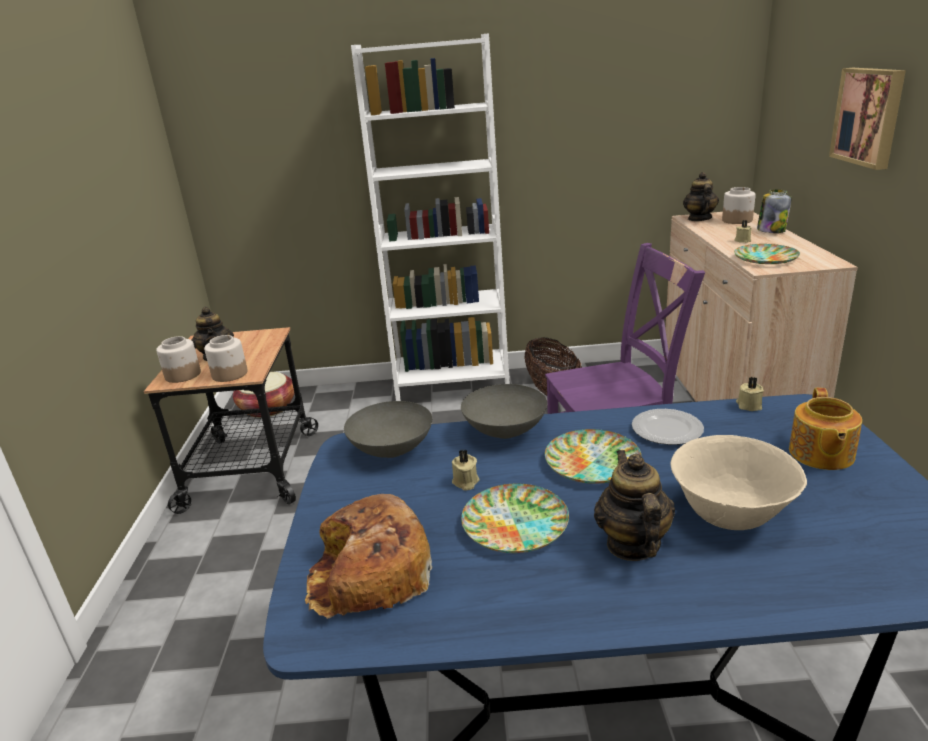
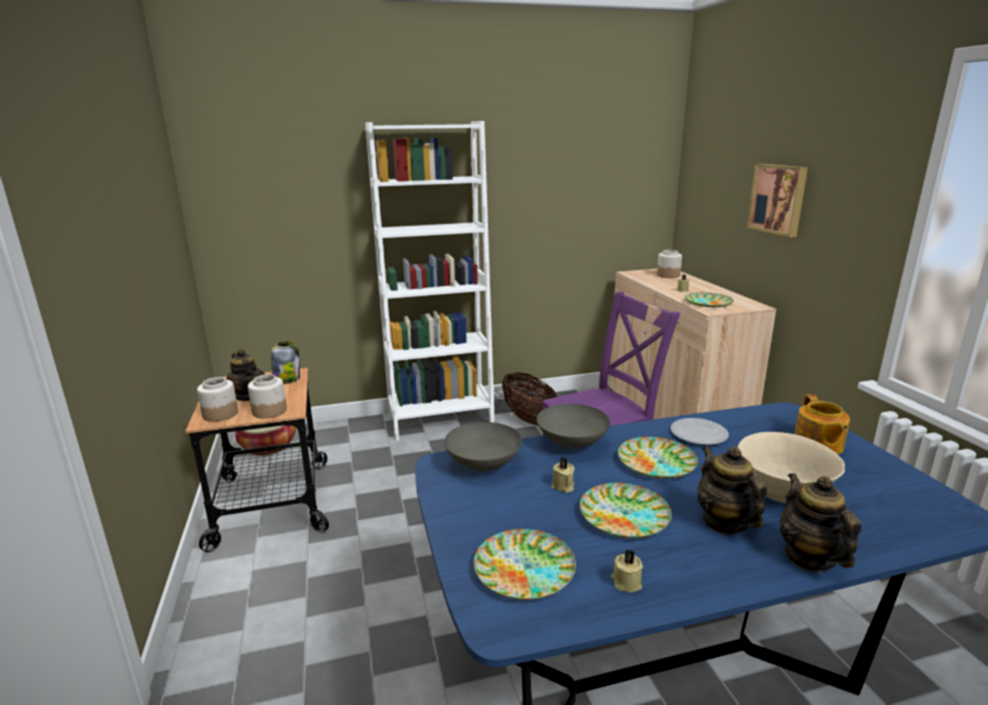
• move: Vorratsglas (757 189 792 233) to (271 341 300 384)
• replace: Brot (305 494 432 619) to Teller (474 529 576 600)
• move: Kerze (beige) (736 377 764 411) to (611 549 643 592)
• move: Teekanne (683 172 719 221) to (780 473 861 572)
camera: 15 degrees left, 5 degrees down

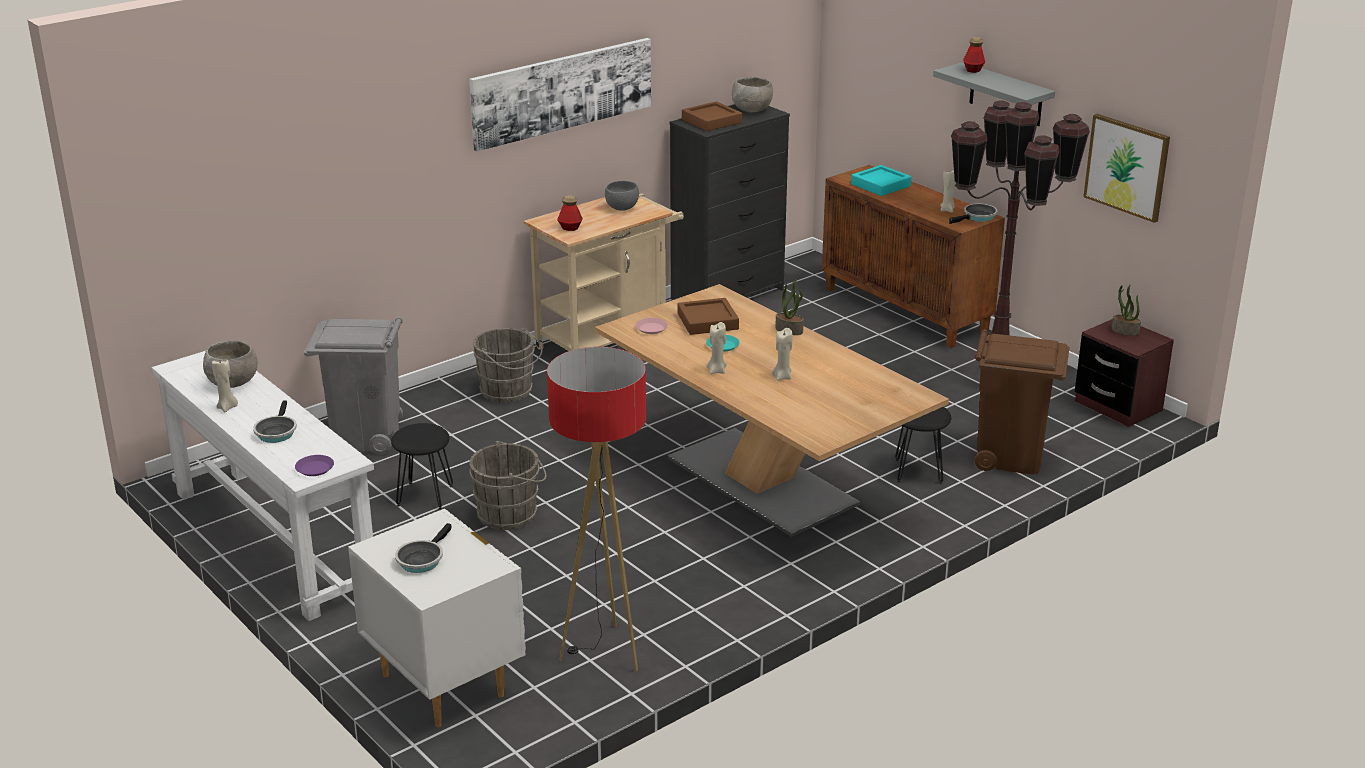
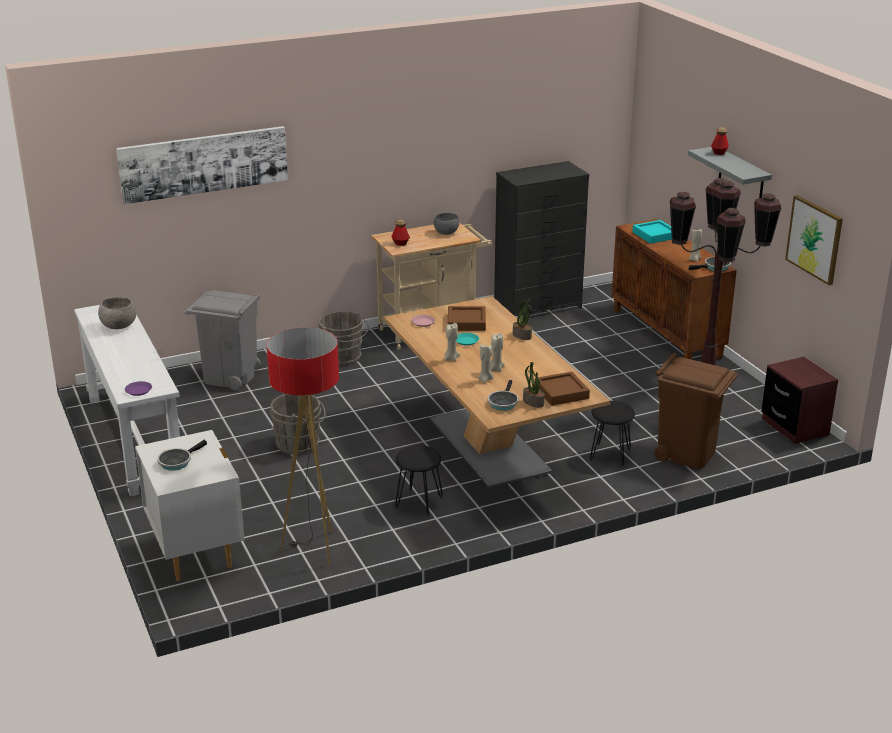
• move: Bild (469 38 651 152) to (116 126 288 204)
• move: Hocker (schwarz) (391 423 453 510) to (395 445 443 516)
• move: Kerze (beige) (212 360 238 412) to (478 344 494 383)
• move: Pfanne (253 400 297 443) to (488 380 519 411)
• move: Topfpflanze (1111 285 1141 336) to (523 362 545 407)
• move: Tablett (braun) (682 101 742 131) to (535 371 590 406)
• delete: Schüssel (grau) (732 77 773 112)
camera: 15 degrees right, 0 degrees up

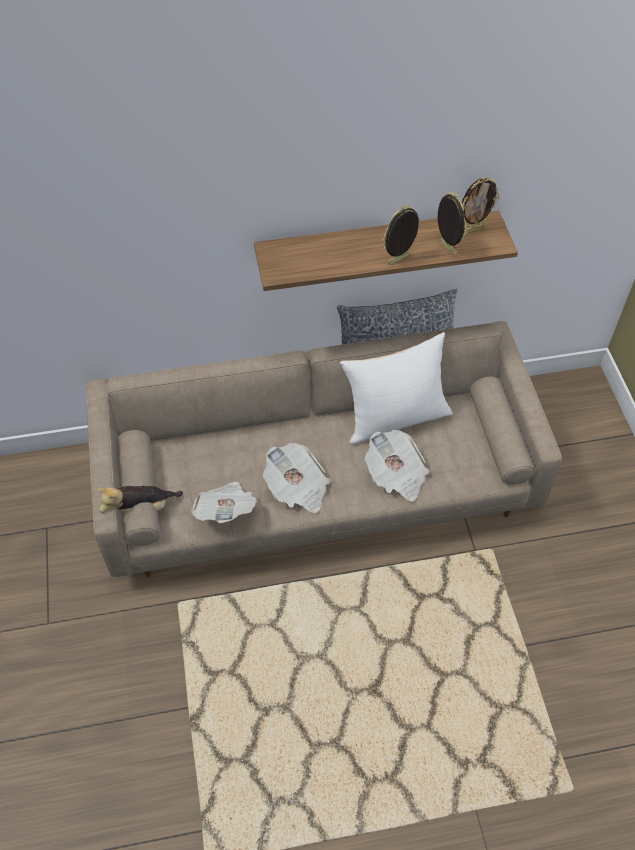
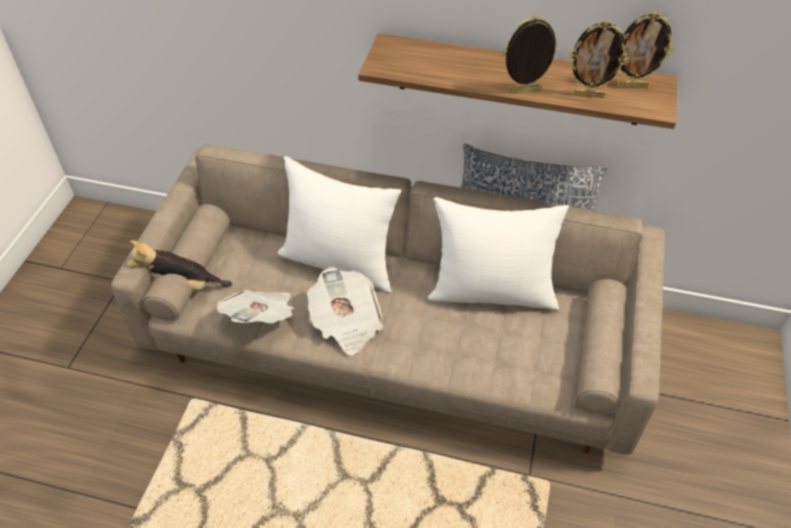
• insert: Kissen (weiß) (277 156 401 293)
• rotate: Bilderrahmen (438 192 468 255) = (569 21 628 98) 105 degrees clockwise
• delete: Zeitung (365 430 429 501)
camera: 25 degrees right, 5 degrees down

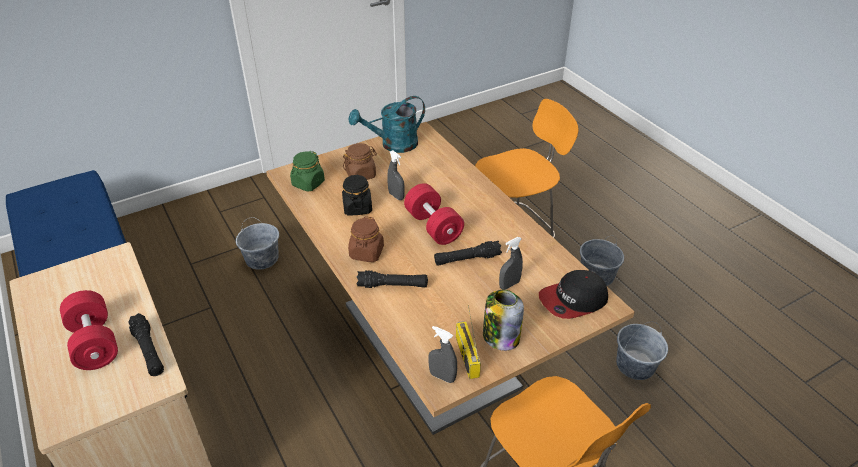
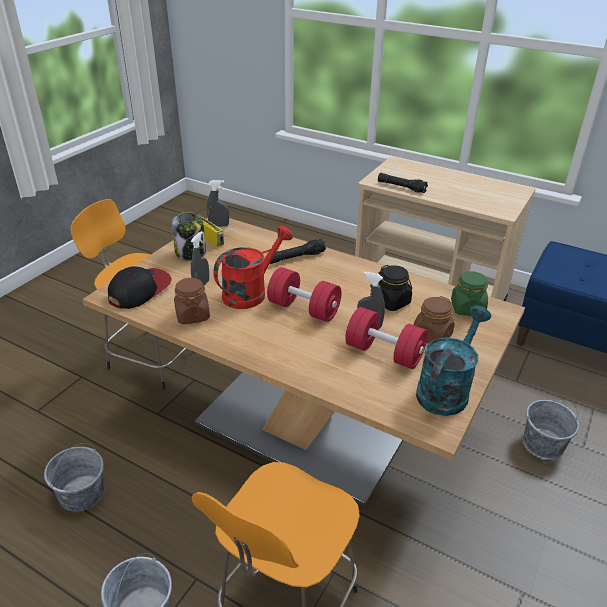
• move: Vorratsglas (braun) (348 216 384 262) to (174 277 210 324)
• replace: Taschenlampe (schwarz) (434 241 502 266) to Gießkanne (rot) (213 226 293 309)
• move: Hantel (rot) (60 290 118 370) to (345 307 428 369)
camera: 150 degrees right, 5 degrees down

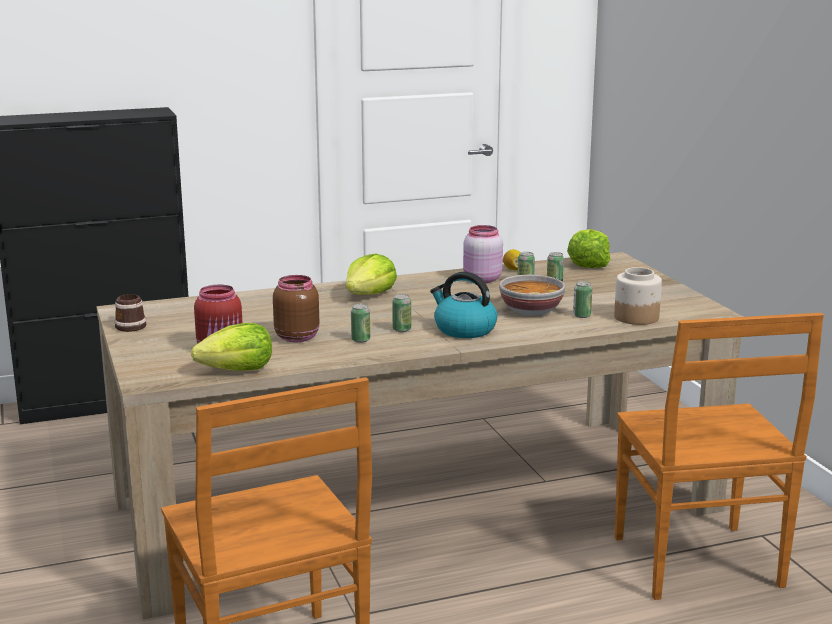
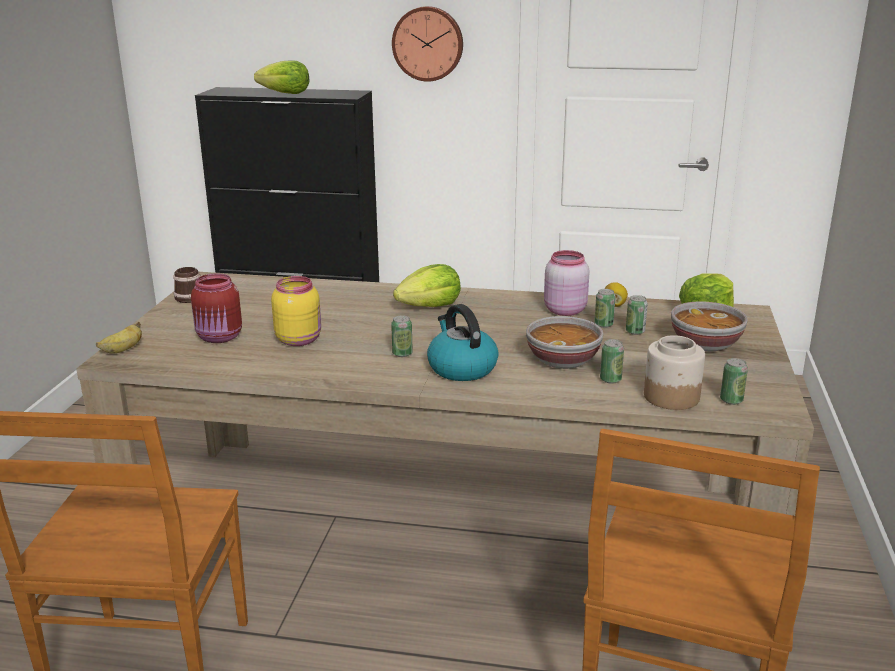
• insert: Banane (96 322 142 354)
• move: Salatkopf (191 323 272 371) to (254 60 310 94)
• recolor: Vorratsglas (braun) (273 275 319 342) to Vorratsglas (gelb) (271 276 321 346)
• insert: Wanduhr (392 6 463 82)
• insert: Schüssel (671 301 748 351)
• move: Dose (351 304 370 343) to (720 358 748 405)
camera: 30 degrees right, 5 degrees up

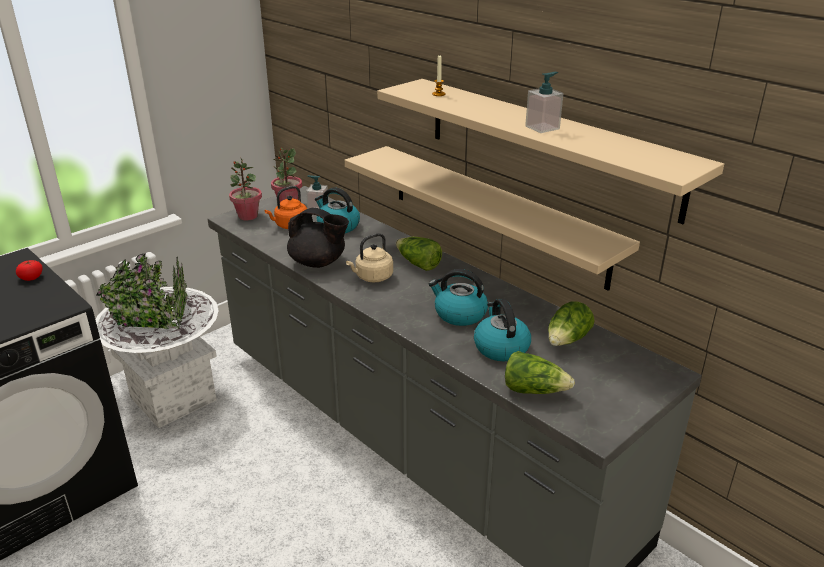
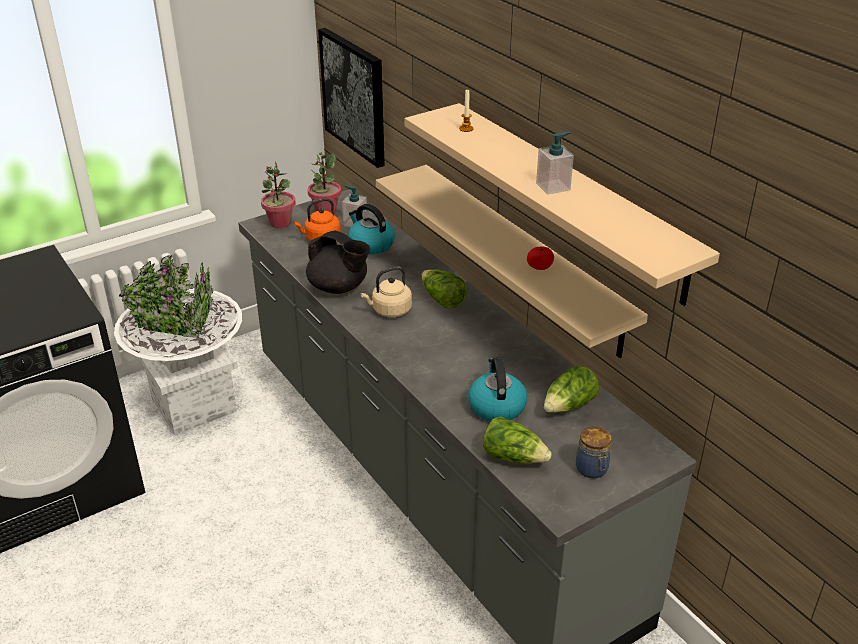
• insert: Bild (318 28 385 168)
• move: Tomate (16 260 43 281) to (527 246 554 270)
• insert: Vorratsglas (576 426 611 478)
• delete: Wasserkessel (429 269 488 326)
camera: 10 degrees right, 5 degrees up

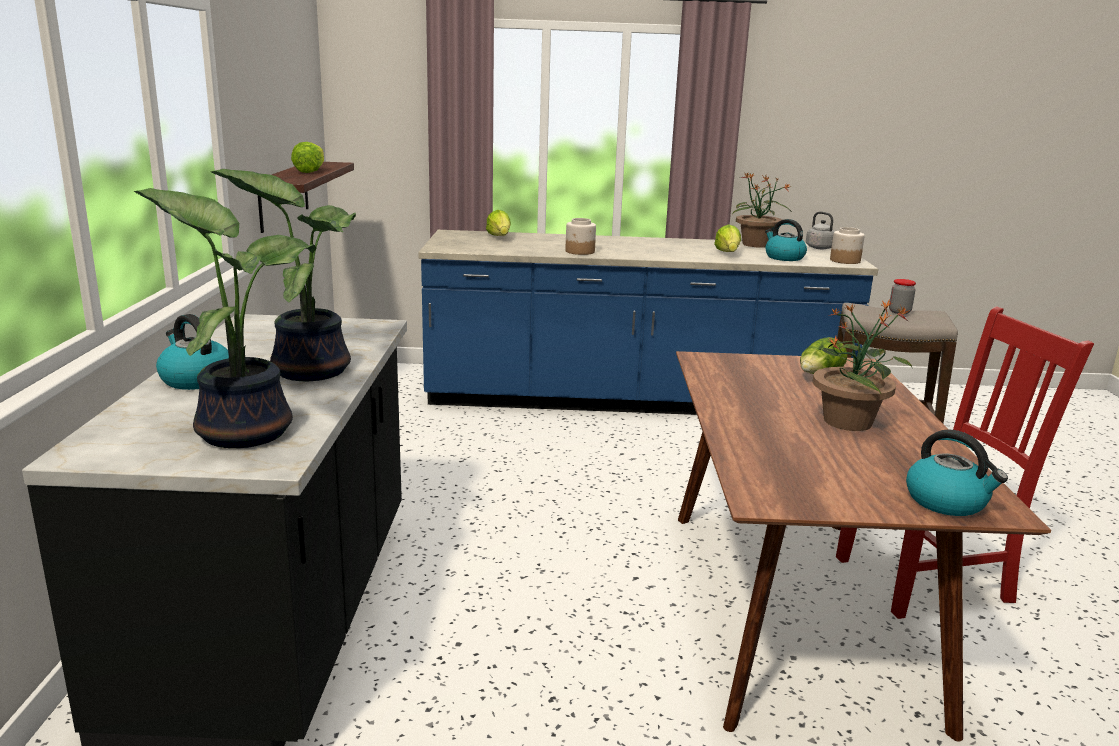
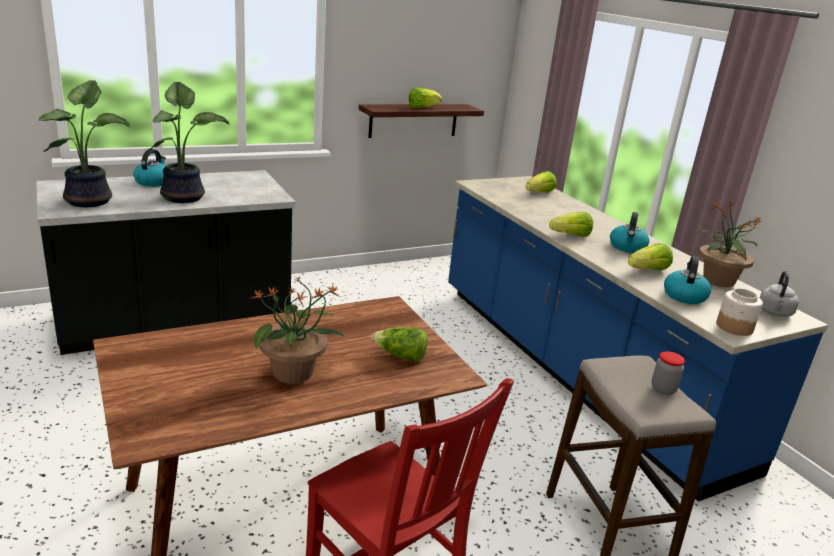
• insert: Salatkopf (549 212 593 237)
• move: Wasserkessel (906 429 1008 516) to (610 212 649 253)
• delete: Vorratsglas (565 218 596 255)
camera: 60 degrees right, 5 degrees up

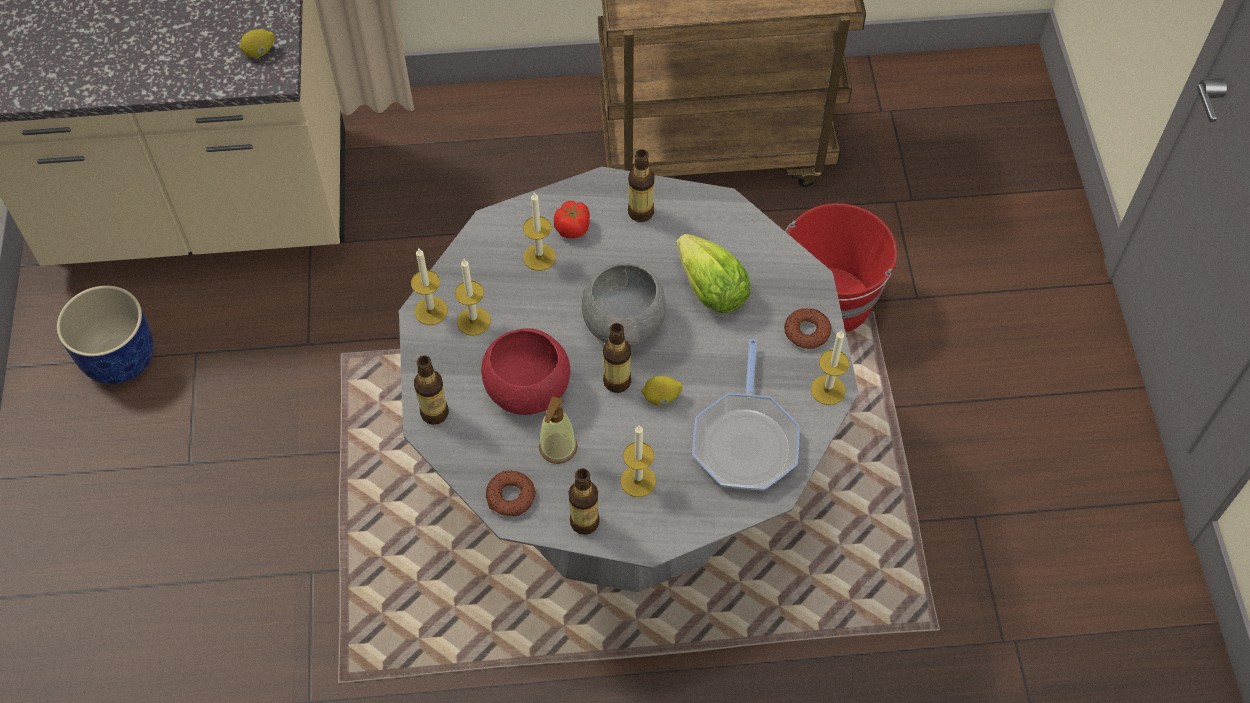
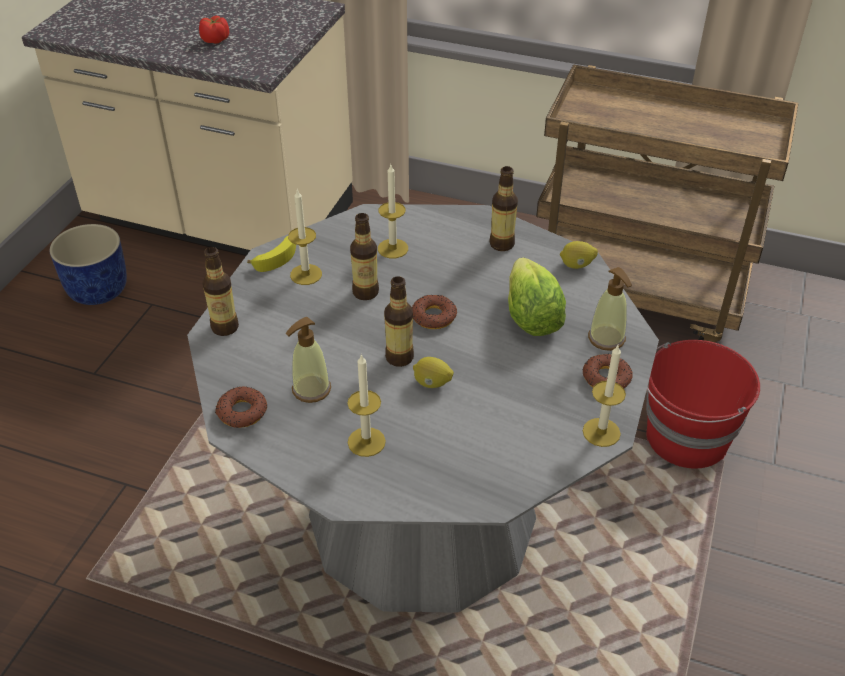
• move: Tomate (554 201 590 239) to (199 16 229 44)
• replace: Kerze (411 249 448 325) to Banane (247 236 296 272)
• move: Flasche (568 468 600 535) to (350 213 379 300)
• replace: Schüssel (grau) (582 263 666 346) to Donut (412 295 457 329)
• move: Zitrone (239 29 275 58) to (560 241 598 269)
• insert: Seifenspender (588 267 632 351)
• delete: Schüssel (rot) (481 328 570 415)
• delete: Pfanne (692 338 800 490)
camera: 25 degrees right, 15 degrees down

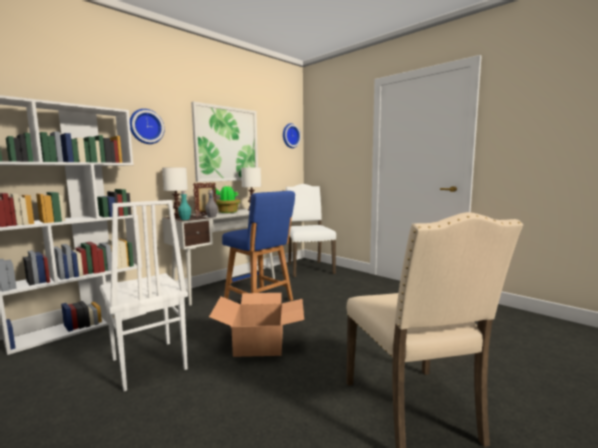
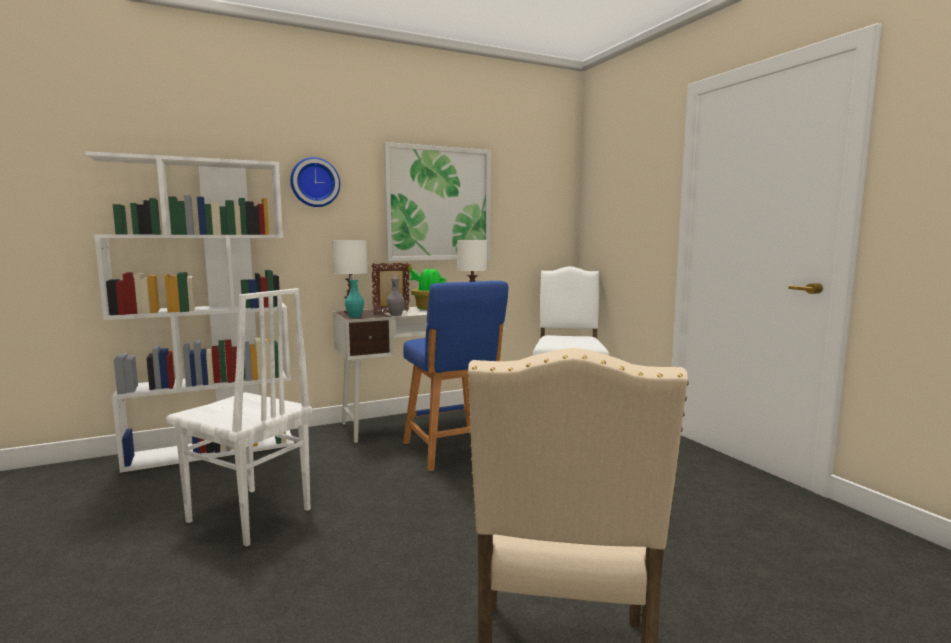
• rotate: Stuhl (weiß) (100 200 188 392) = (166 288 312 546) 45 degrees counterclockwise
• delete: Karton (209 293 304 357)
• delete: Wanduhr (283 123 301 148)
camera: 20 degrees right, 0 degrees up

